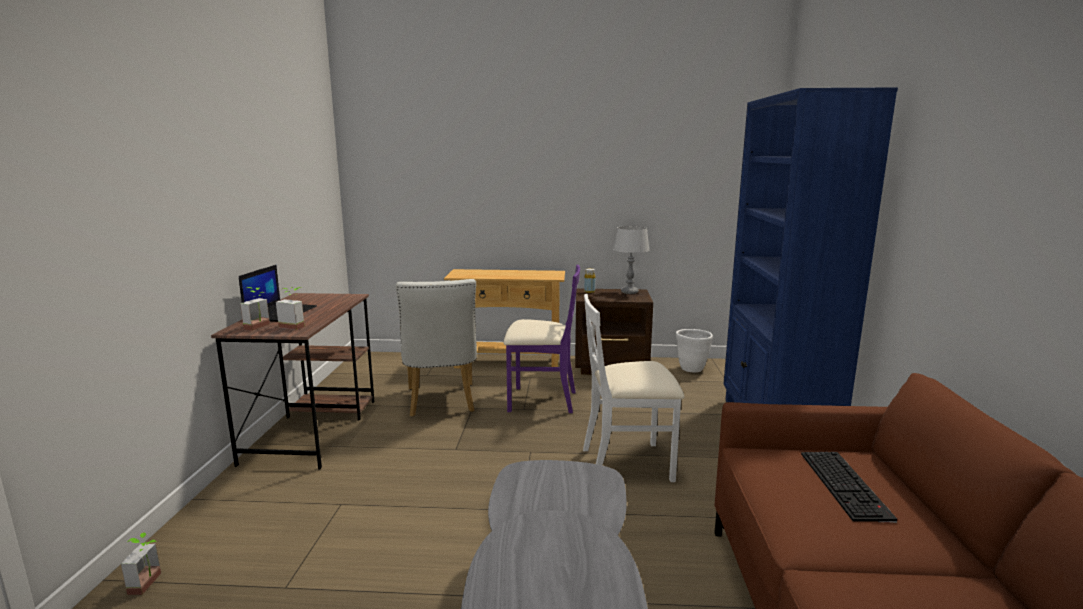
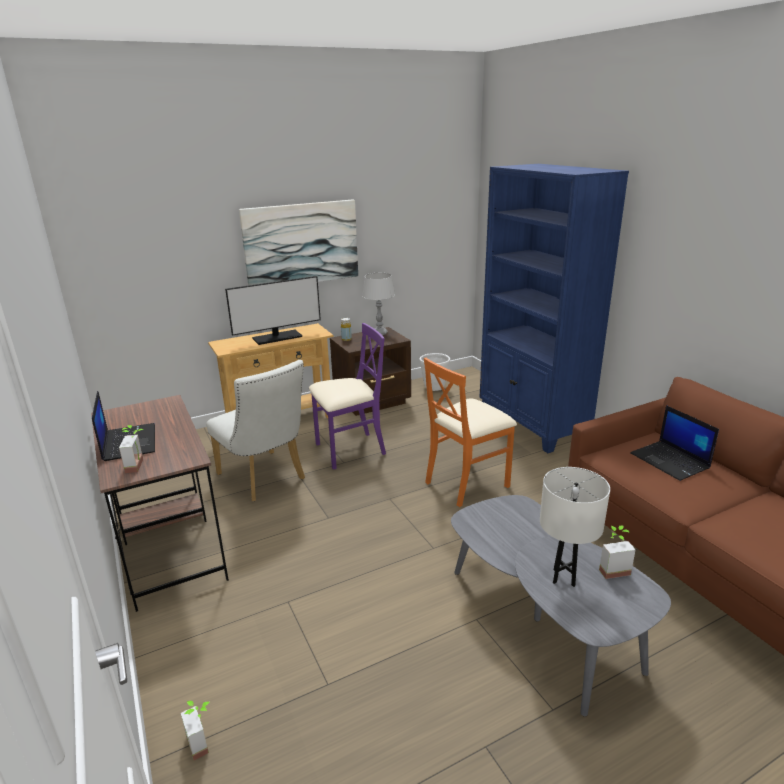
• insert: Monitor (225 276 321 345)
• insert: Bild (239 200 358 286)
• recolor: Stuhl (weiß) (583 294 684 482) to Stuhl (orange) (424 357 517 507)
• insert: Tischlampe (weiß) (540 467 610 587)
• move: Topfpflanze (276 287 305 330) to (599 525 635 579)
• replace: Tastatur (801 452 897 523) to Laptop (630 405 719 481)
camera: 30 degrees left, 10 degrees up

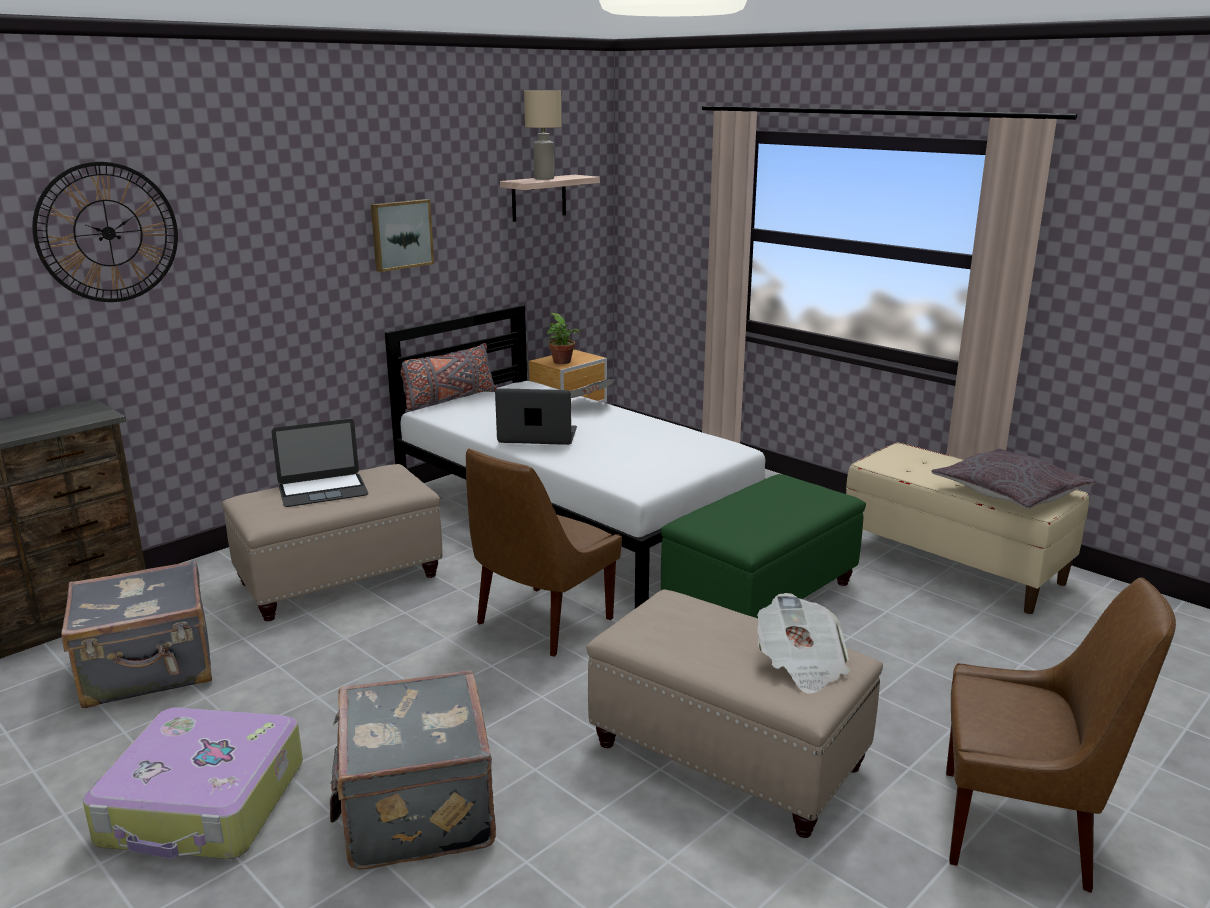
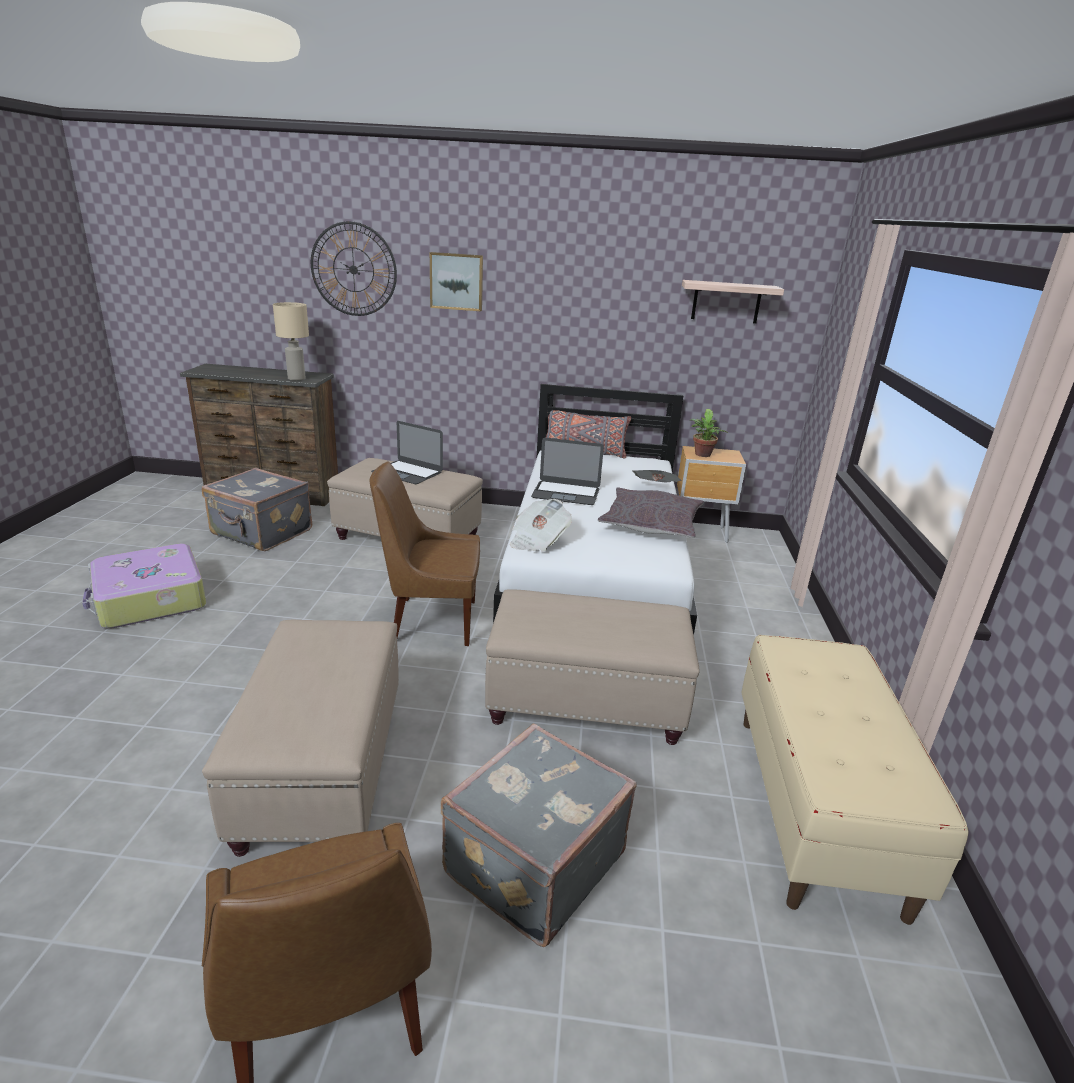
• move: Tischlampe (beige) (524 90 562 180) to (273 302 309 381)
• move: Bild (371 199 434 272) to (430 252 483 311)
• move: Koffer (grau) (330 670 496 870) to (441 723 637 947)
• recolor: Polsterhocker (grün) (661 474 866 618) to Polsterhocker (beige) (485 590 699 745)
• move: Zeitung (757 593 850 694) to (510 499 572 551)
• rotate: Laptop (495 388 577 445) = (531 438 604 505) 135 degrees clockwise
• move: Kissen (grau) (931 448 1096 509) to (598 487 704 538)
camera: 50 degrees right, 5 degrees up

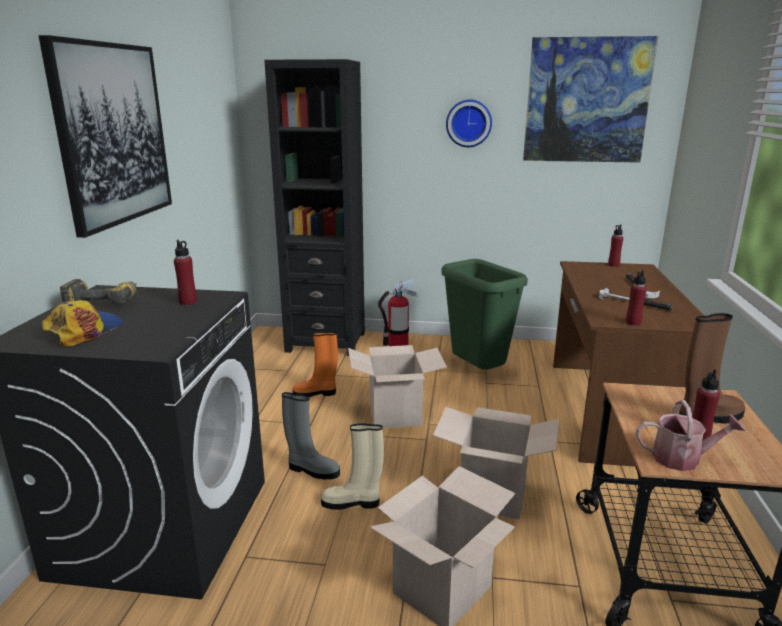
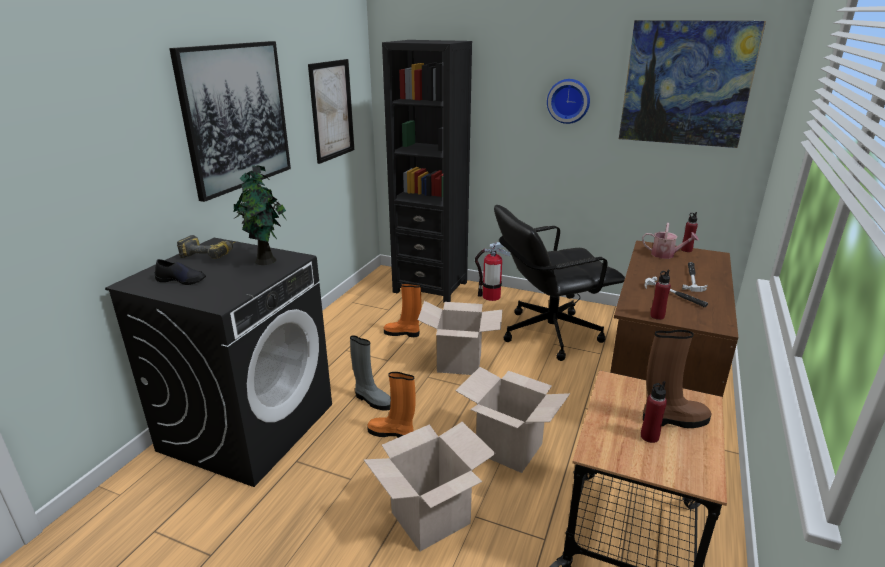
• replace: Kappe (42 300 123 346) to Schuh (schwarz) (155 259 206 285)
• replace: Flasche (rot) (174 240 197 305) to Topfpflanze (234 165 286 265)
• insert: Bild (308 59 354 164)
• recolor: Stiefel (beige) (321 423 384 510) to Stiefel (orange) (367 372 416 438)
• replace: Mülleimer (grün) (441 259 528 370) to Bürostuhl (schwarz) (494 205 625 361)
• move: Gießkanne (636 400 745 471) to (642 223 699 259)
camera: 15 degrees right, 5 degrees up

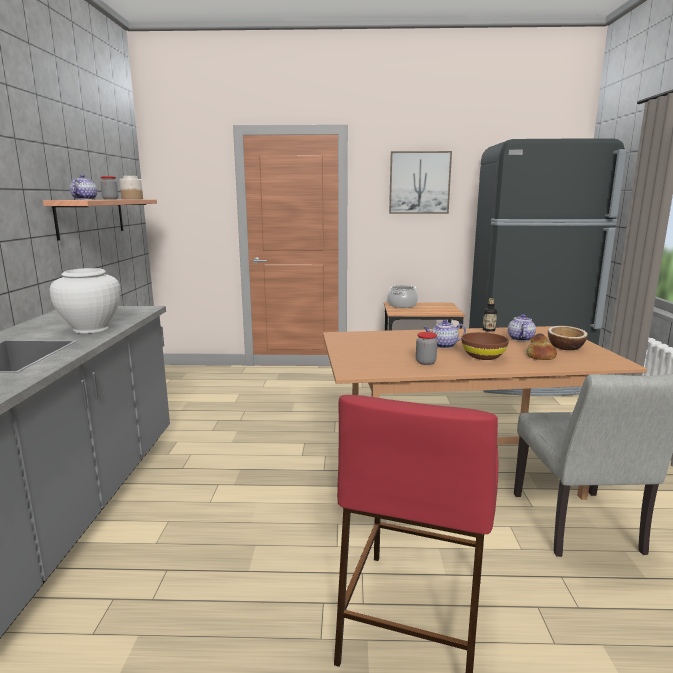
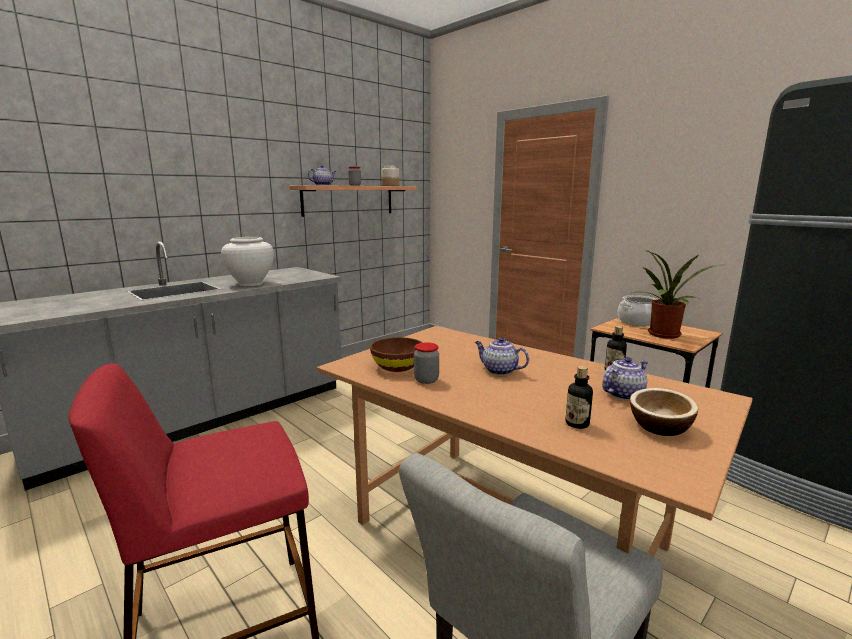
• move: Schüssel (braun) (461 332 509 360) to (370 337 423 372)
• replace: Brot (526 333 557 360) to Flasche (566 366 593 429)
• insert: Topfpflanze (628 249 722 339)
• delete: Bild (389 151 452 214)
camera: 45 degrees right, 0 degrees up

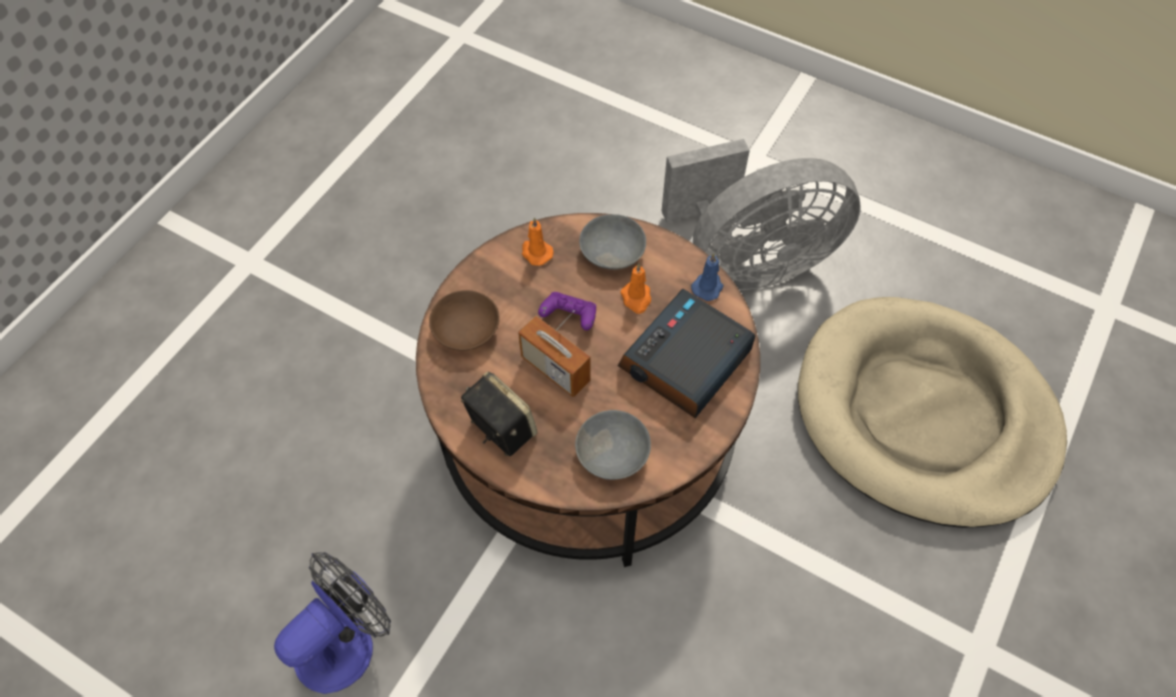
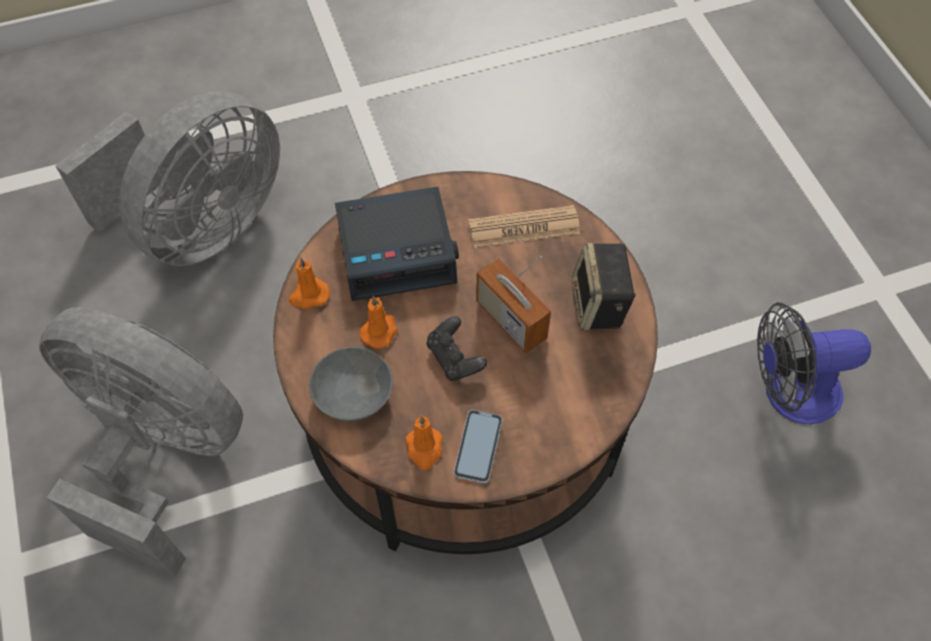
• replace: Hundebett (beige) (798 297 1067 528) to Ventilator (grau) (56 91 280 266)
• recolor: Kerze (blau) (691 253 724 301) to Kerze (orange) (289 258 330 309)
• recolor: Gamepad (lila) (538 292 596 330) to Gamepad (schwarz) (426 316 487 381)
• insert: Handy (454 410 502 483)
• replace: Schüssel (grau) (575 410 651 480) to Zeitung (468 205 580 248)
• rotate: Radio (518 310 590 397) = (476 256 551 353) 150 degrees clockwise
• delete: Schüssel (braun) (429 290 500 351)
camera: 140 degrees left, 0 degrees up

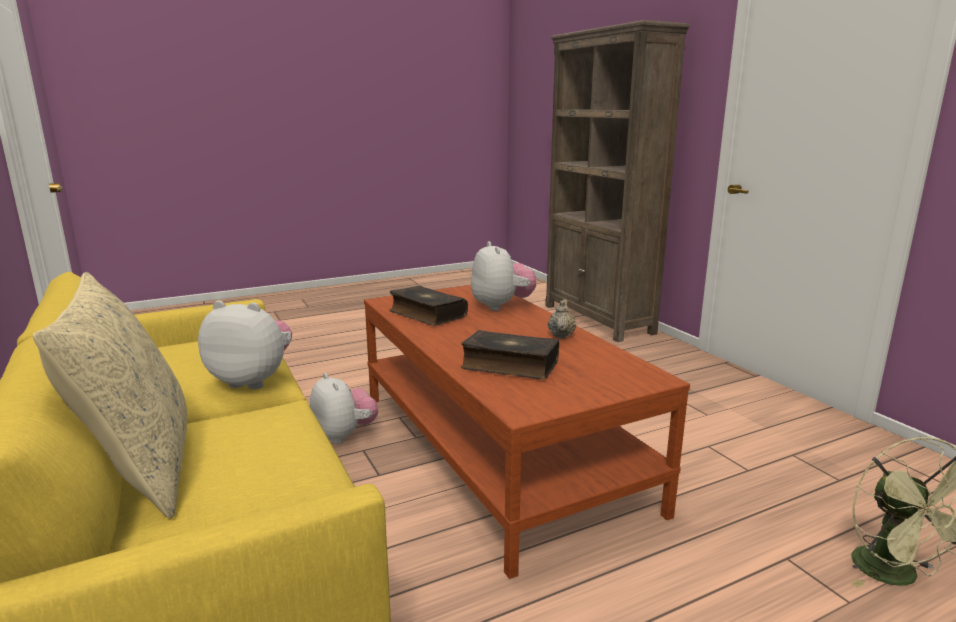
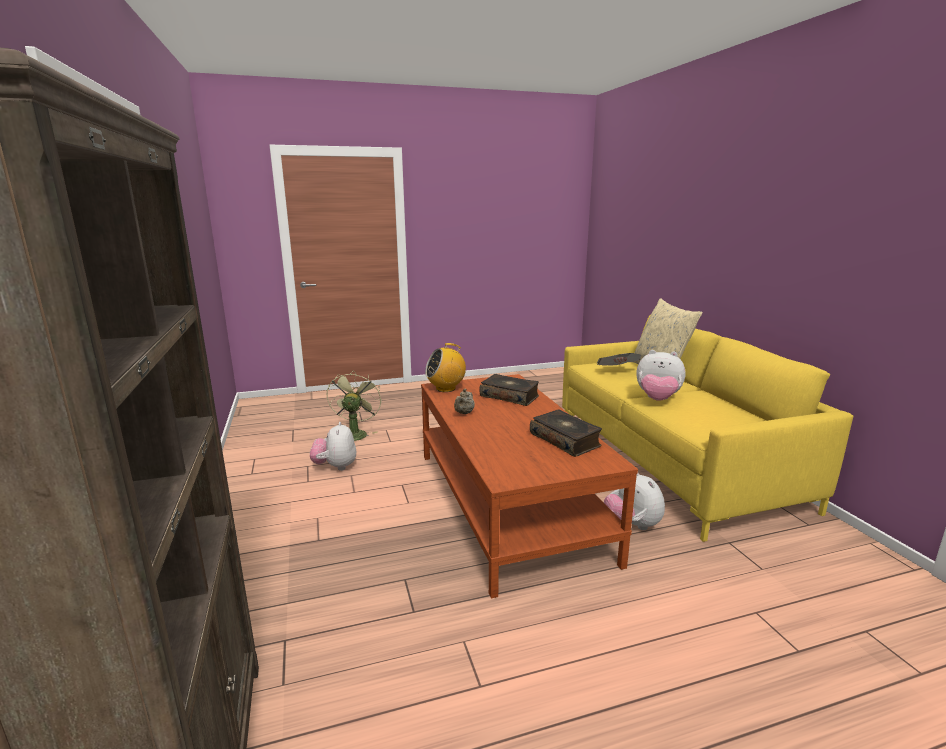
• move: Plüschtier (471 241 536 311) to (310 422 356 471)
• insert: Radio (425 343 466 392)
• insert: Zeitung (597 353 641 366)
camera: 170 degrees left, 0 degrees up

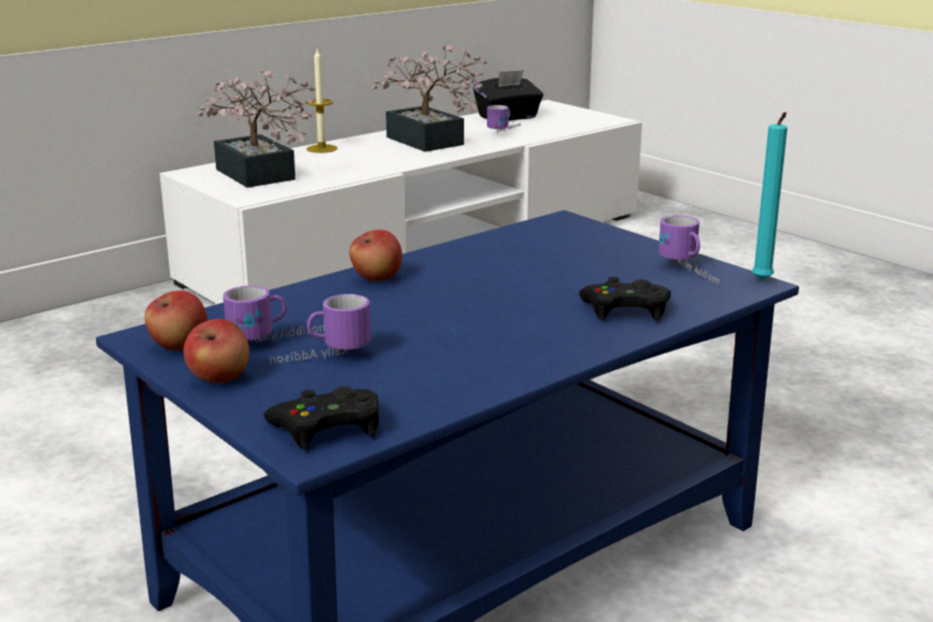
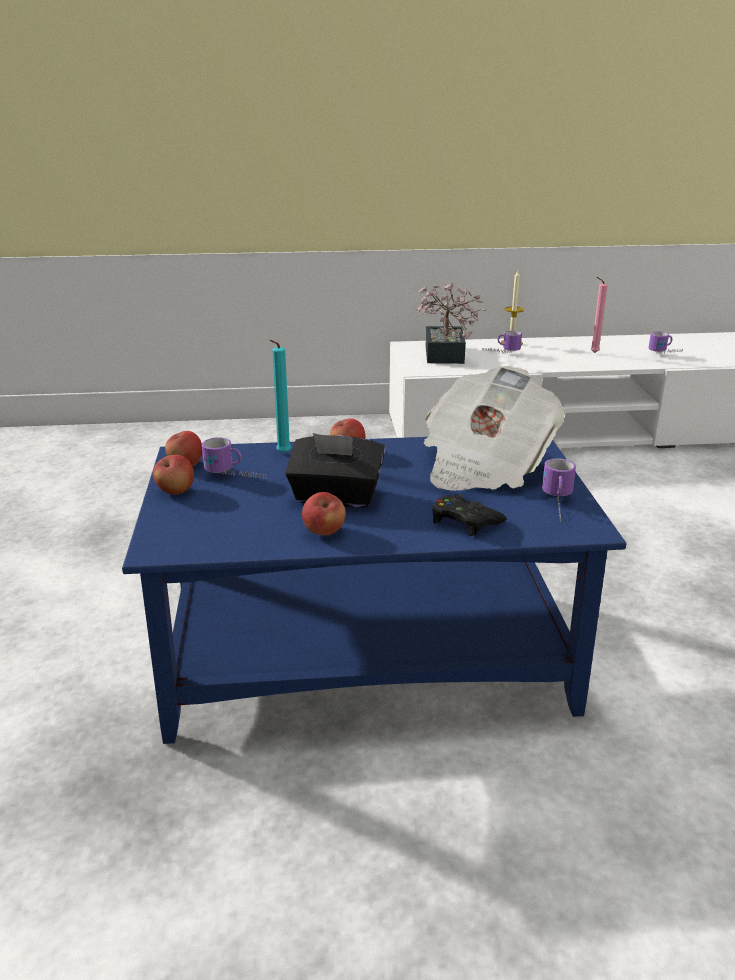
• move: Kerze (türkis) (752 112 788 281) to (269 340 291 453)
• move: Taschentuchbox (schwarz) (473 70 543 121) to (285 433 386 507)
• insert: Apfel (302 492 346 536)
• insert: Zeitung (424 366 565 491)
• move: Henkelbecher (270 294 371 364) to (482 331 522 353)
• replace: Topfpflanze (371 44 488 152) to Kerze (rosa) (590 277 608 353)
• delete: Gamepad (schwarz) (263 386 379 449)
camera: 35 degrees right, 5 degrees up

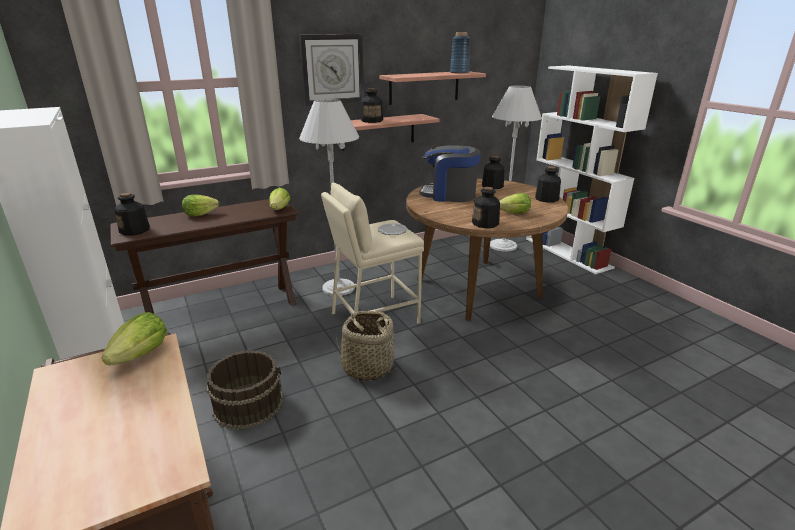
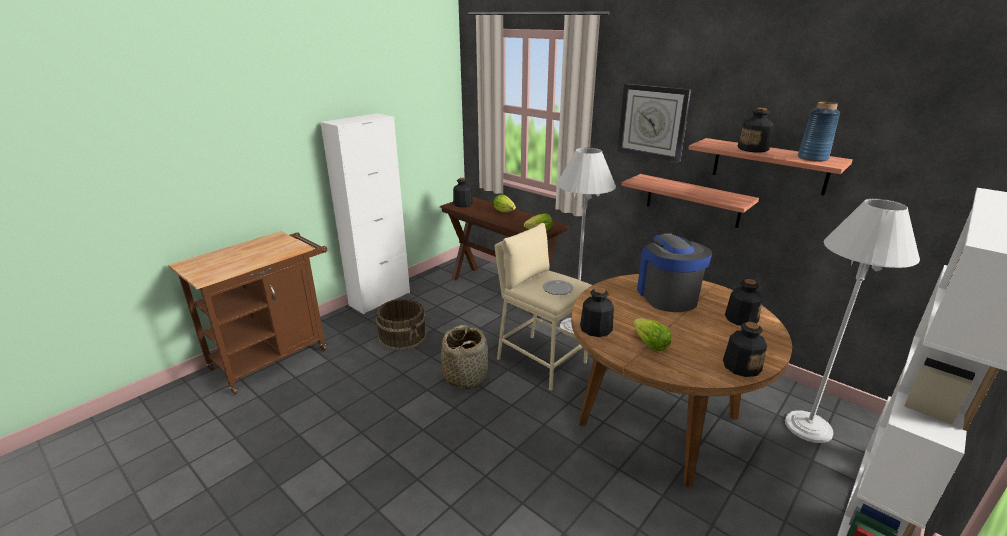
• move: Flasche (361 88 383 123) to (738 108 774 153)
• delete: Salatkopf (102 312 167 365)
camera: 70 degrees right, 0 degrees up

